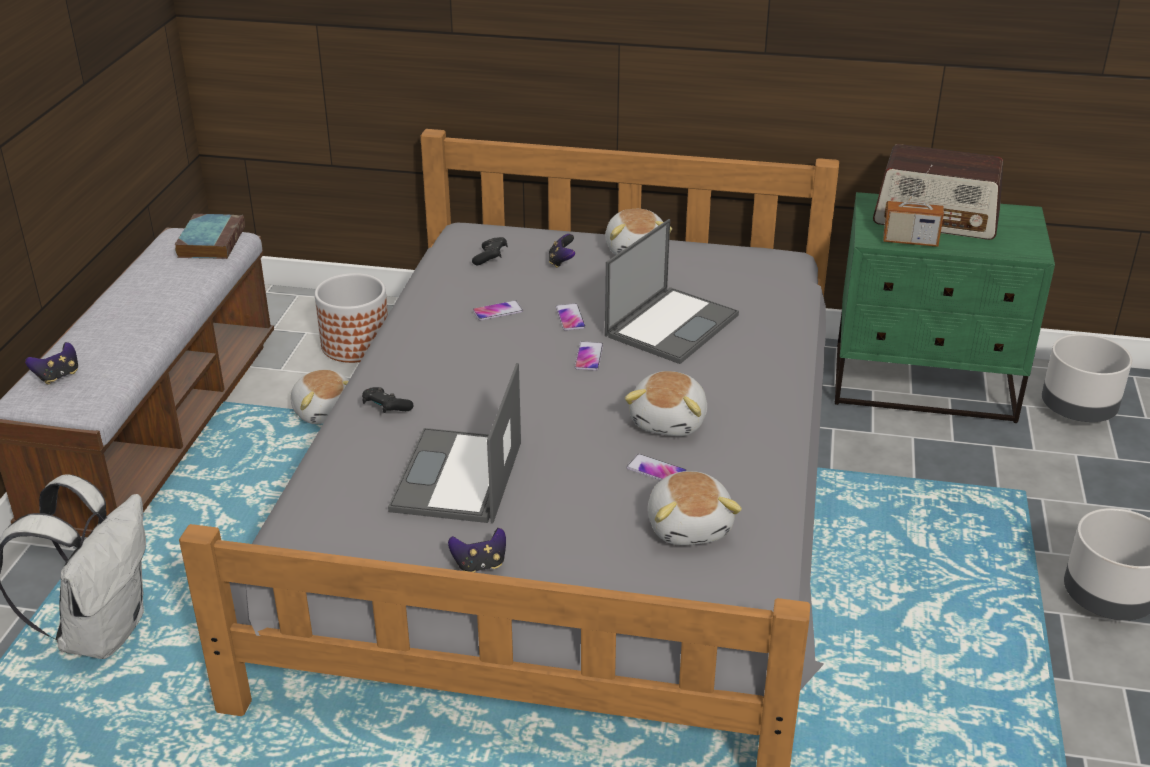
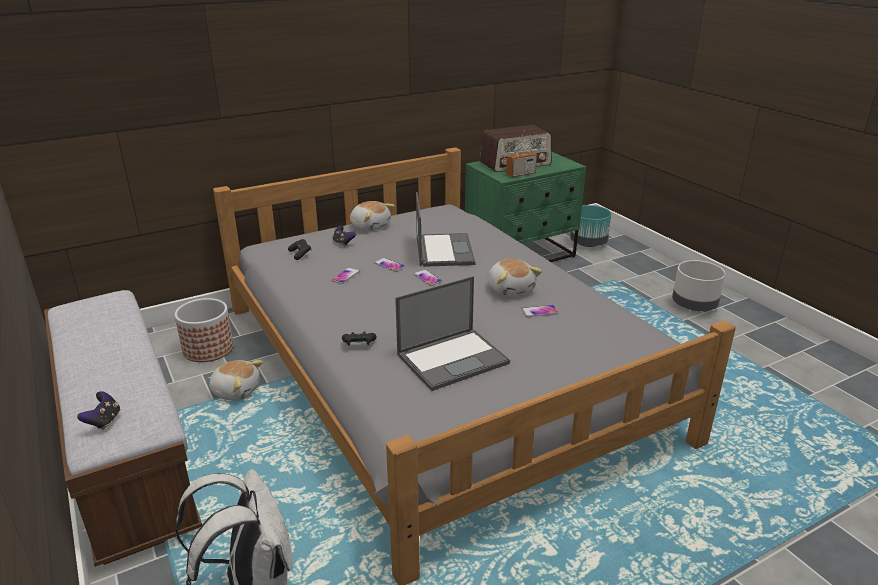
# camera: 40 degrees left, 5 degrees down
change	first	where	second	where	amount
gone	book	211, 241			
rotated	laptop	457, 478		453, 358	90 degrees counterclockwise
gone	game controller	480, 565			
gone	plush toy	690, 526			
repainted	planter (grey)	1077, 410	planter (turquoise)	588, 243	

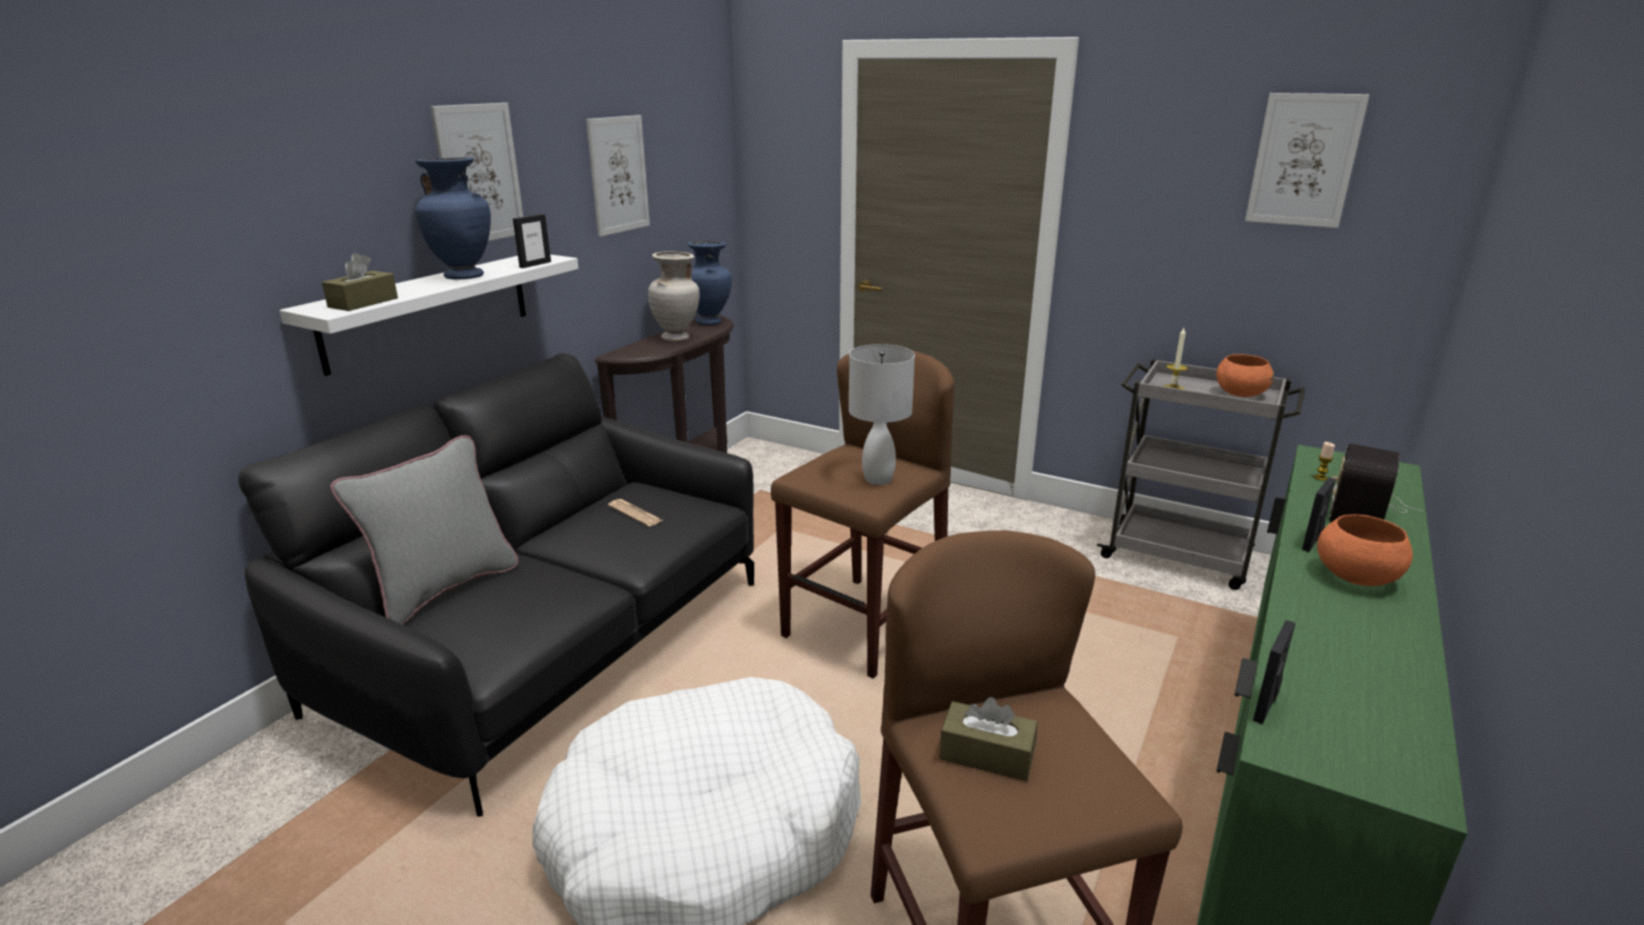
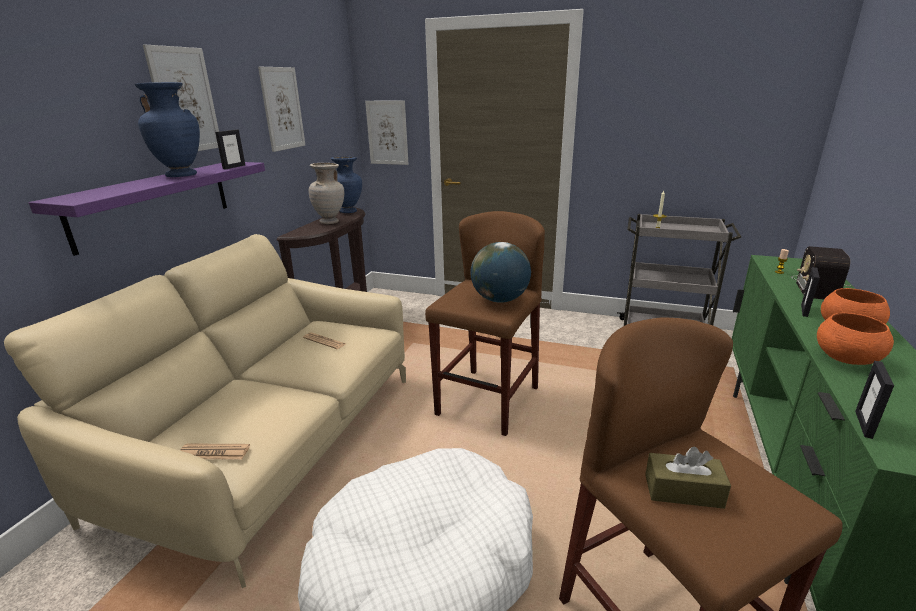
# camera: 10 degrees left, 0 degrees up
change	first	where	second	where	amount
repainted	sofa (black)	551, 645	sofa (beige)	271, 442	
repainted	shelf (white)	428, 310	shelf (purple)	154, 203	
gone	tissue box (brown)	363, 302			
gone	pillow (grey)	444, 588			
swapped	table lamp (white)	879, 479	globe	500, 300	
shifted	bowl (orange)	1240, 394		846, 359	
shifted	picture	1304, 160		387, 133	
new			newspaper	214, 452	

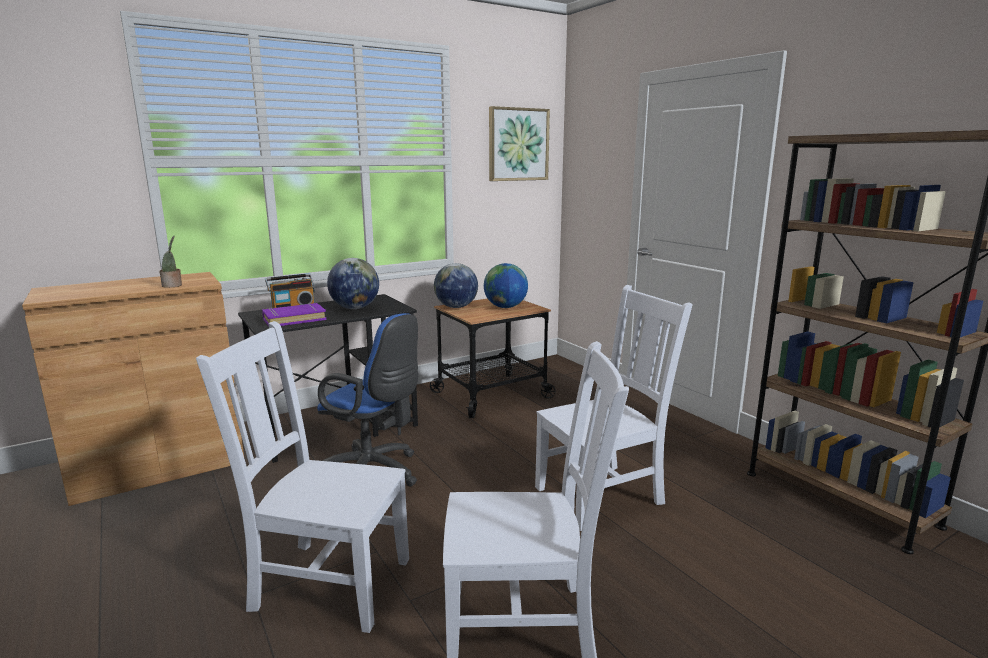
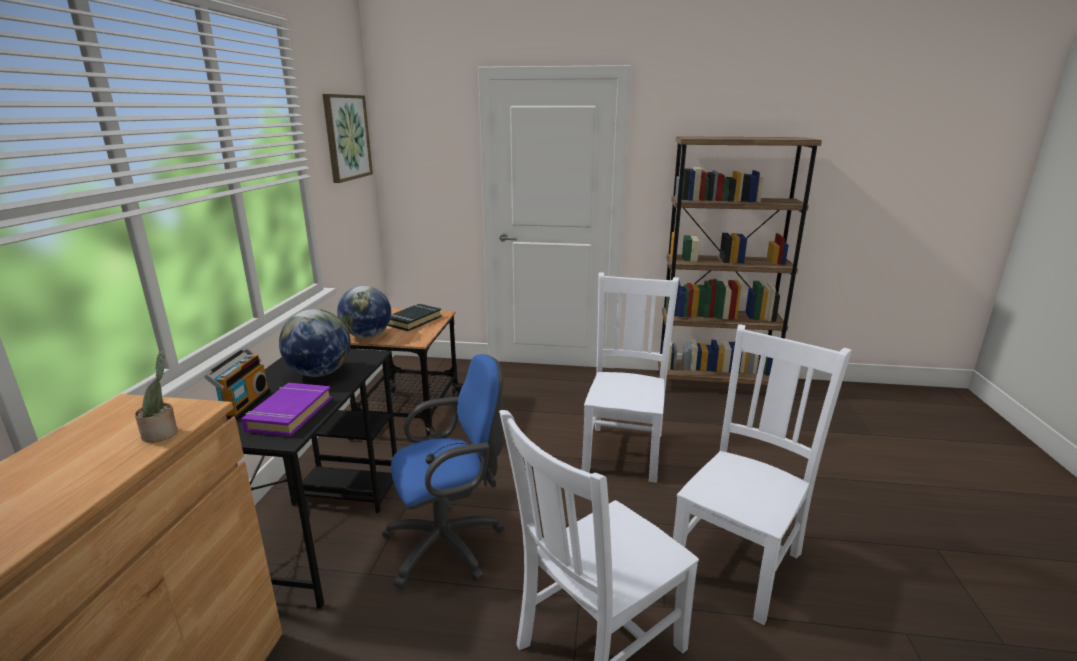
# camera: 50 degrees left, 5 degrees up
change	first	where	second	where	amount
swapped	globe	505, 307	book (black)	413, 321	

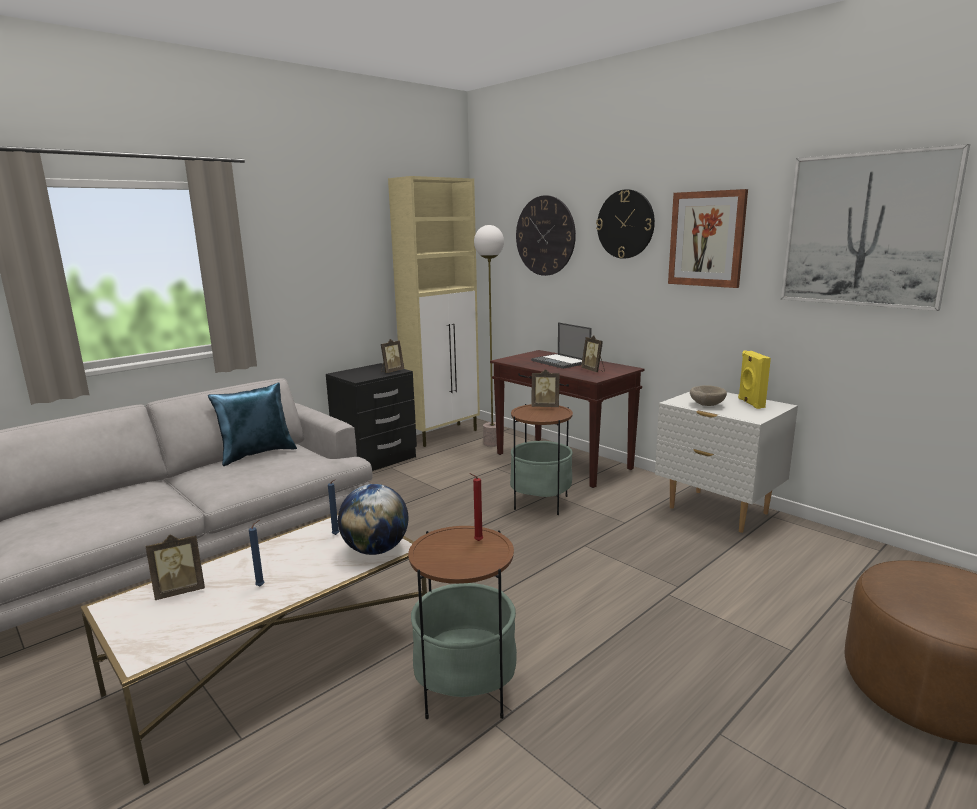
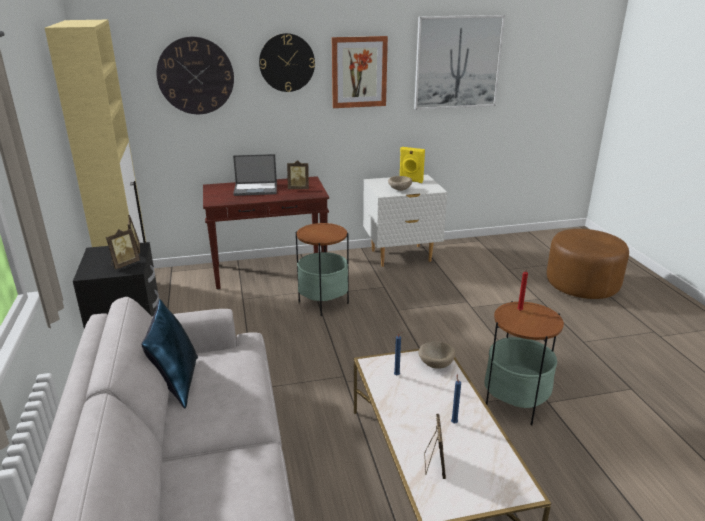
# camera: 60 degrees left, 10 degrees up
change	first	where	second	where	amount
swapped	globe	375, 550	bowl (beige)	436, 363	
gone	floor lamp	493, 443			
shifted	picture frame	545, 406		124, 264	

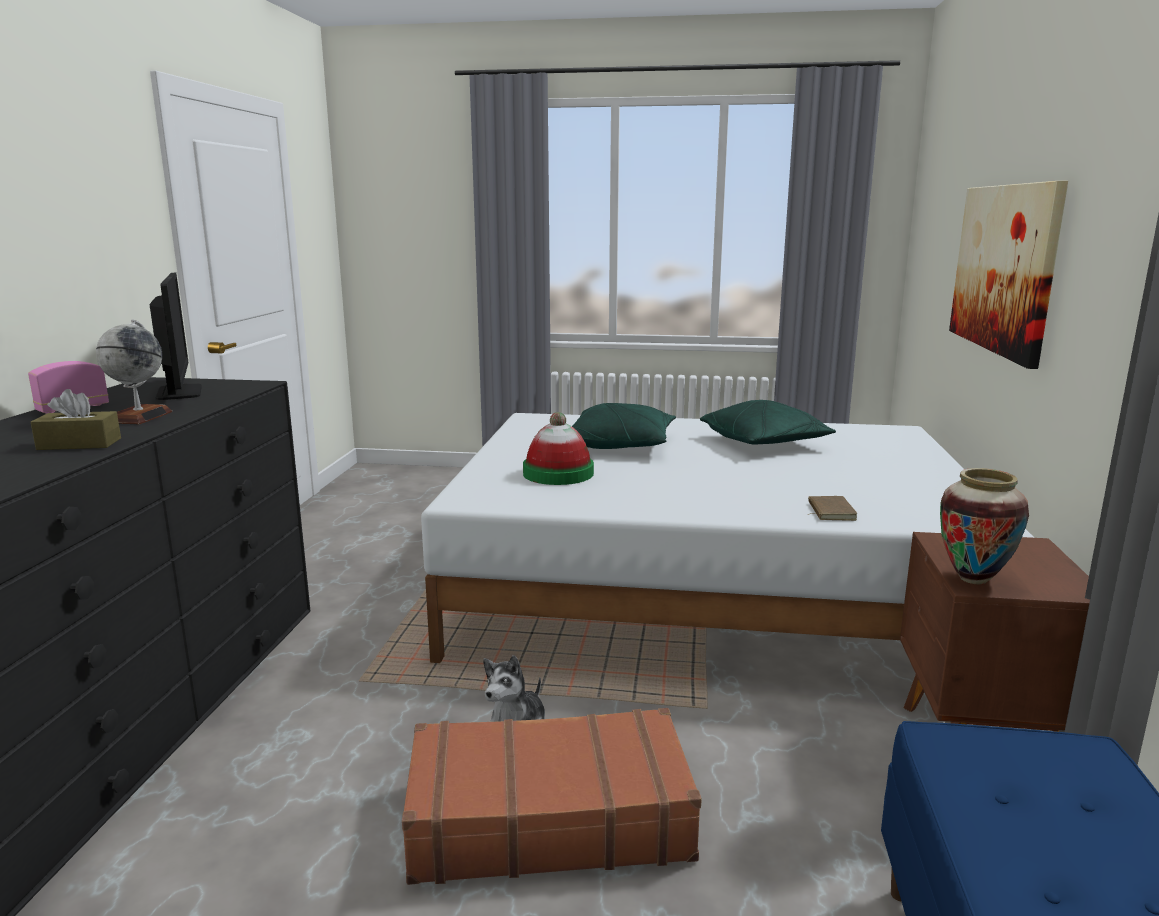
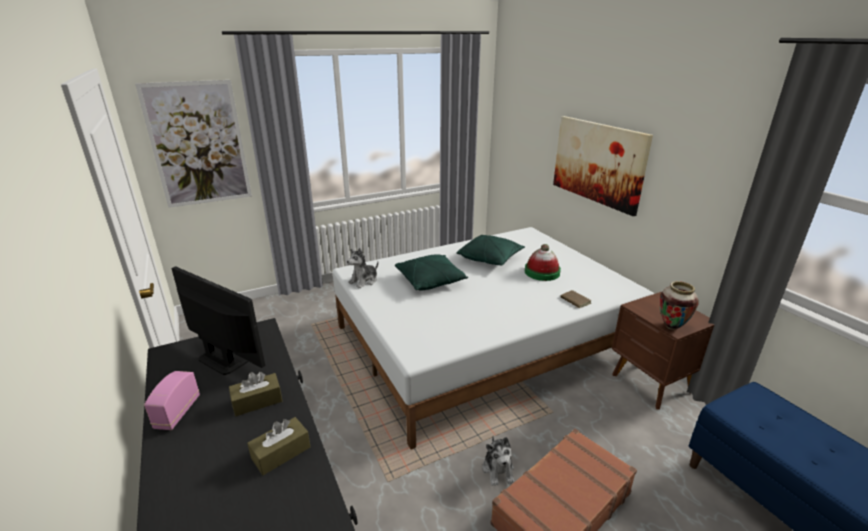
# camera: 35 degrees left, 10 degrees up
change	first	where	second	where	amount
swapped	globe	139, 417	tissue box (brown)	257, 401	
shifted	hat	558, 473		542, 272	
new			picture	198, 144	
new			plush toy	364, 281	

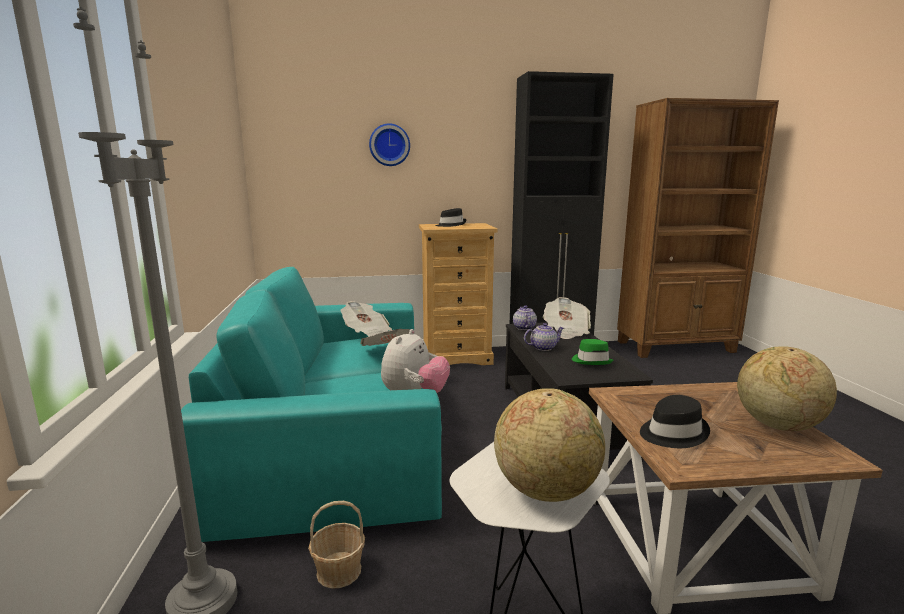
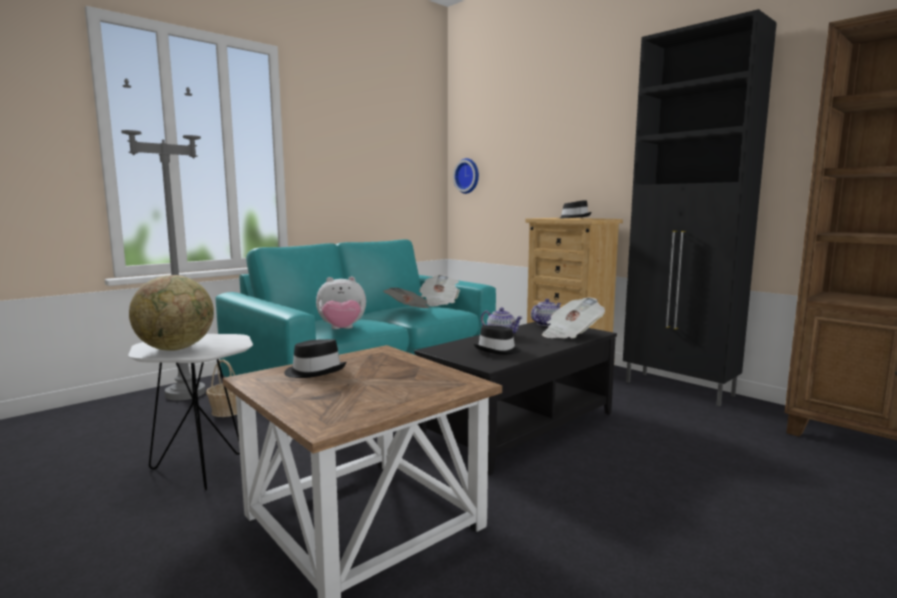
# camera: 55 degrees right, 5 degrees down
change	first	where	second	where	amount
shifted	wall clock	389, 145		468, 176	
repainted	hat (green)	591, 361	hat (black)	498, 350	
gone	globe	777, 425			

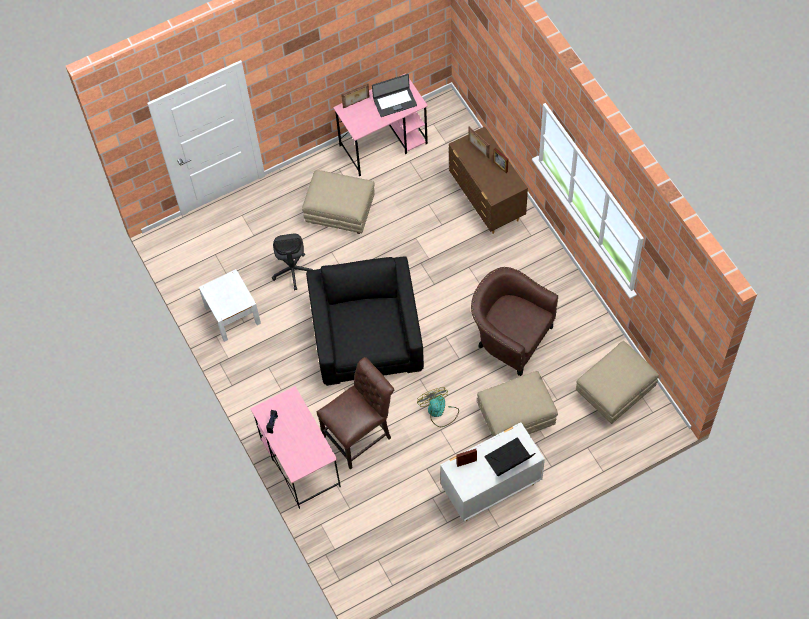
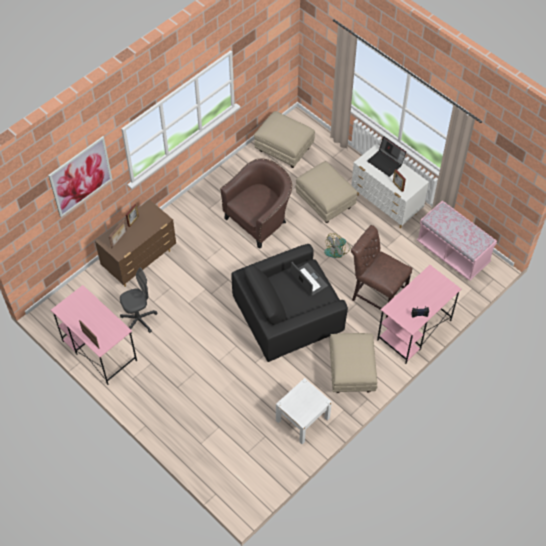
# camera: 110 degrees left, 5 degrees down
change	first	where	second	where	amount
shifted	office chair (grey)	293, 271		139, 320	
shifted	ottoman (beige)	339, 213		352, 373	
shifted	laptop	394, 102		308, 280	
rotated	armchair (brown)	510, 337		259, 220	150 degrees counterclockwise
new			picture	81, 176	
new			bench (pink)	452, 253	

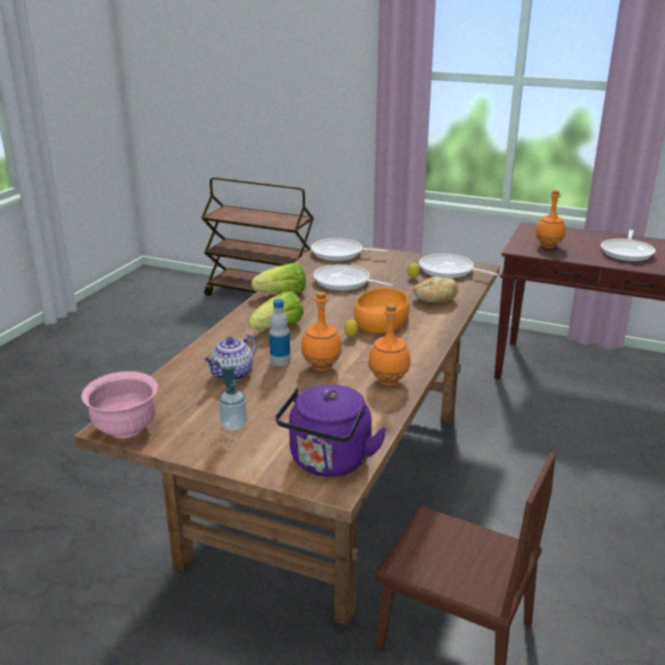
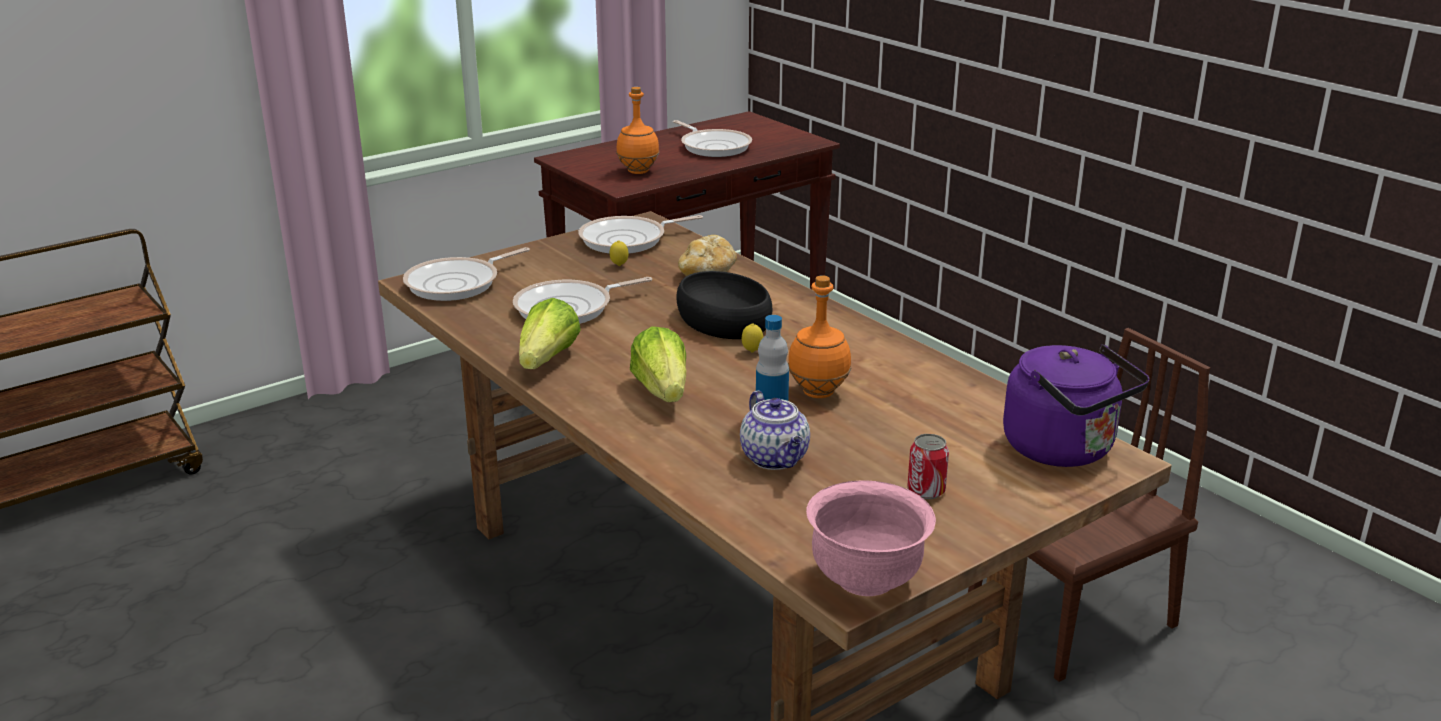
# camera: 60 degrees left, 0 degrees up
change	first	where	second	where	amount
swapped	soap dispenser	234, 425	can	926, 490	
repainted	bowl (orange)	380, 319	bowl (black)	722, 320	
gone	bottle (orange)	389, 381			

